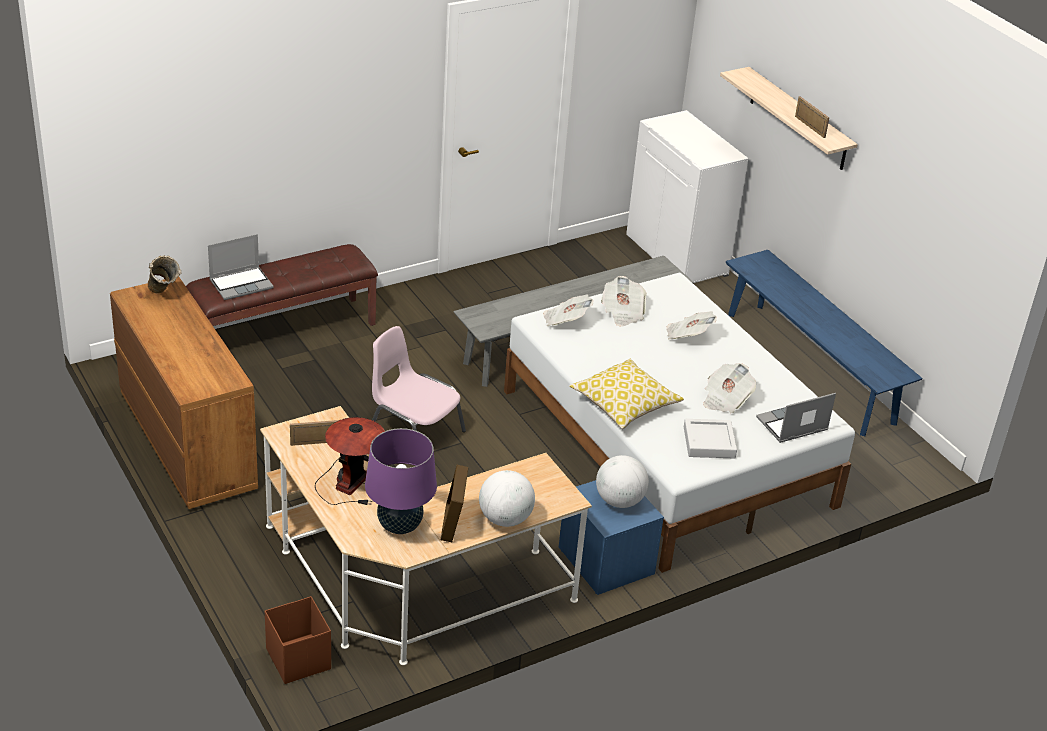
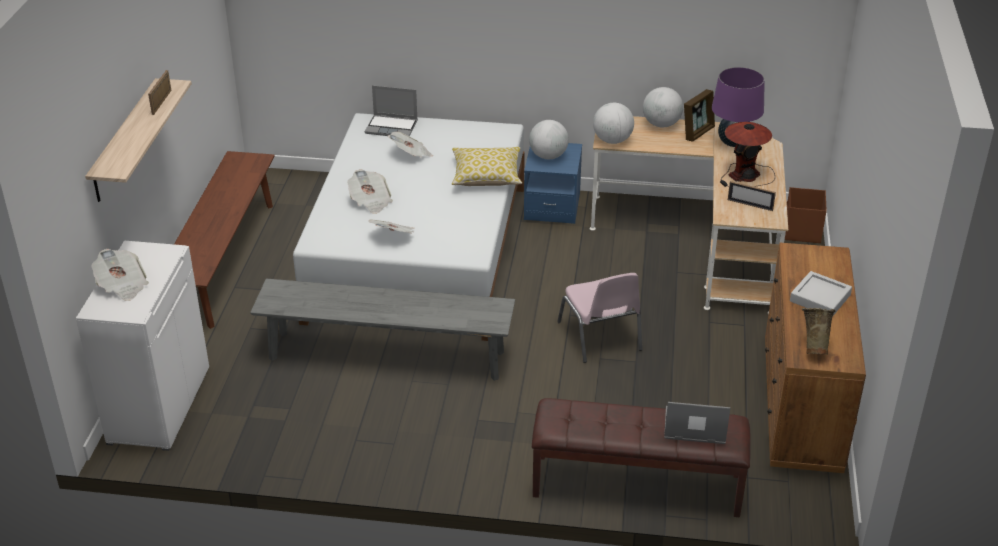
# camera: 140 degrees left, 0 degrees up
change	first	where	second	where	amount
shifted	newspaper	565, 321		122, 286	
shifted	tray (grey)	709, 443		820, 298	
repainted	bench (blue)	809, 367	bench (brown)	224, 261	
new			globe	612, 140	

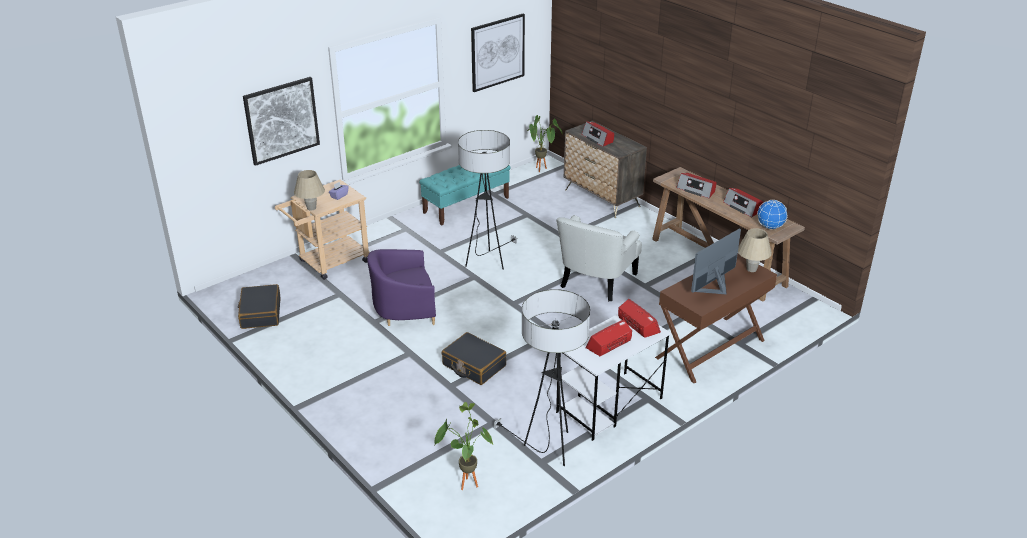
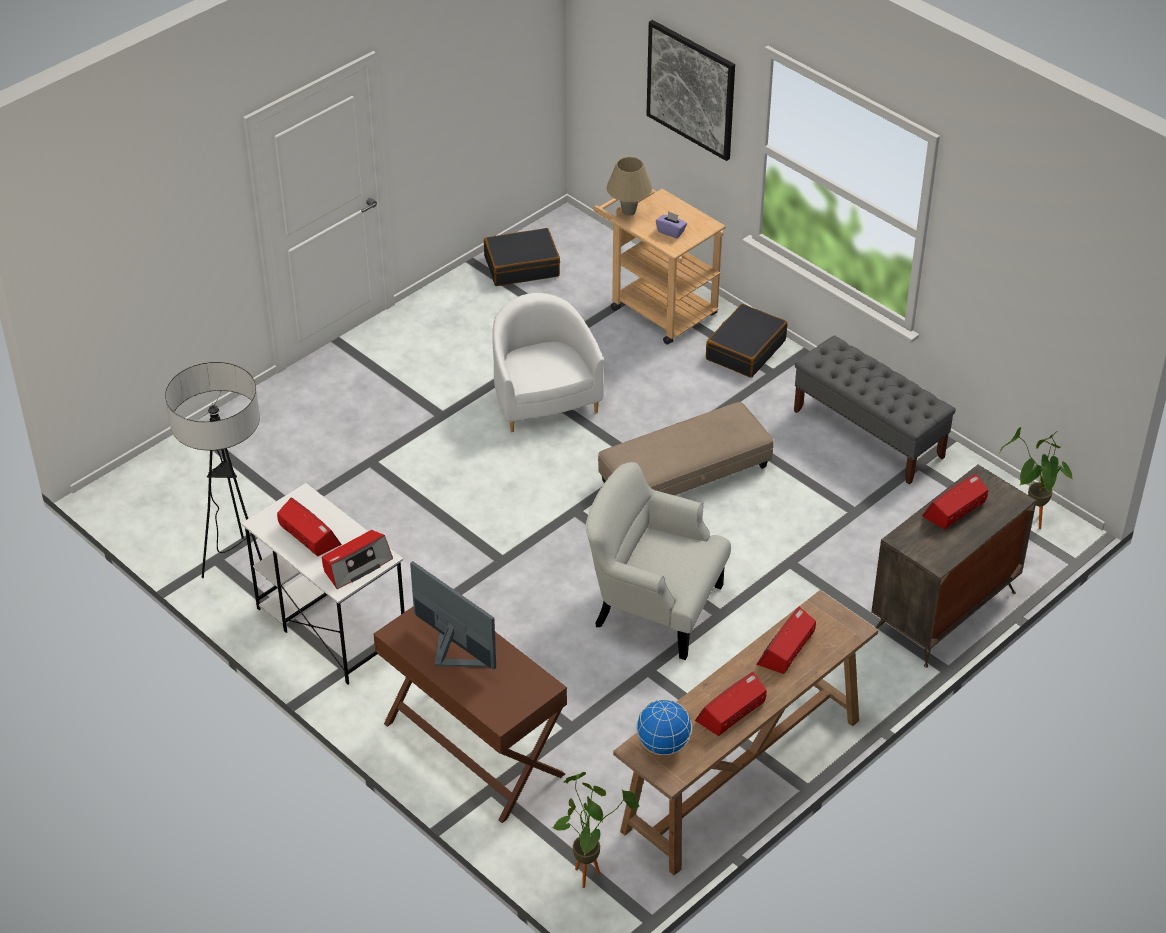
# camera: 85 degrees right, 10 degrees up
change	first	where	second	where	amount
repainted	armchair (purple)	405, 310	armchair (white)	543, 398	
repainted	bench (turquoise)	466, 205	bench (grey)	869, 434	
shifted	potted plant	464, 483		589, 871	
shifted	suitcase (black)	474, 365		745, 350	
swapped	floor lamp	487, 263	ottoman (beige)	685, 474	
gone	picture	497, 52			
gone	table lamp (beige)	751, 269			

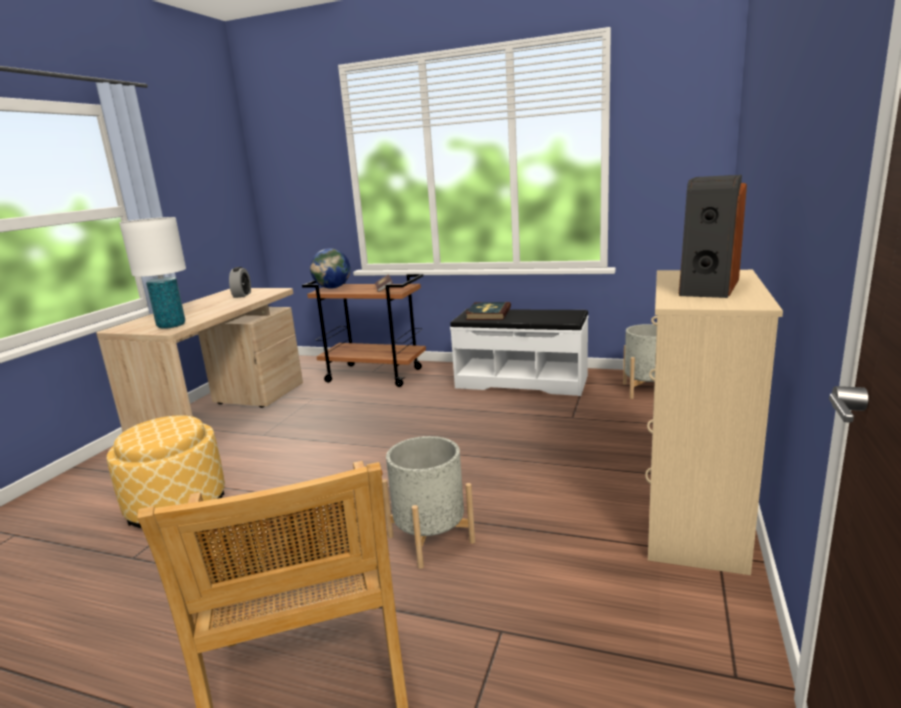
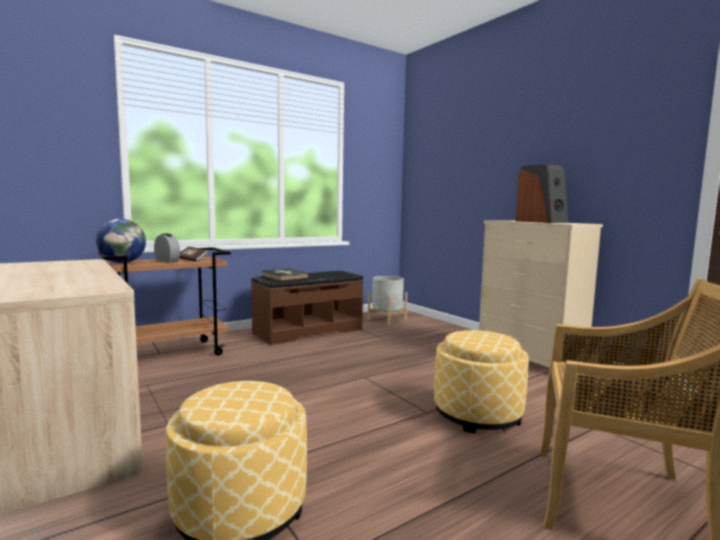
# camera: 55 degrees left, 10 degrees down
change	first	where	second	where	amount
gone	table lamp (white)	171, 326			
shifted	alarm clock	242, 295		167, 261	
swapped	planter (grey)	431, 539	ottoman	477, 414	
repainted	bench (white)	521, 381	bench (brown)	308, 331	

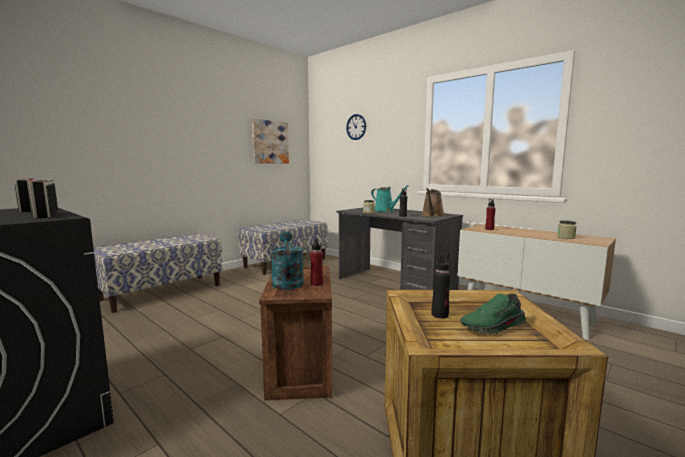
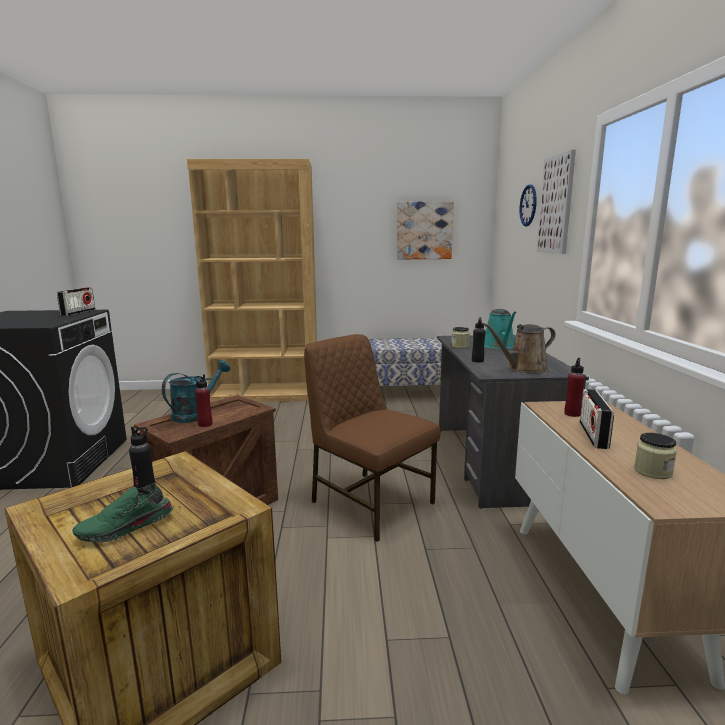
# camera: 45 degrees right, 5 degrees up
change	first	where	second	where	amount
shifted	radio	46, 214		593, 435	
swapped	bench	162, 292	bookcase (brown)	266, 395	
rotated	shoe (green)	494, 326		126, 528	60 degrees counterclockwise
new			chair (brown)	370, 502	
new			picture	556, 205	

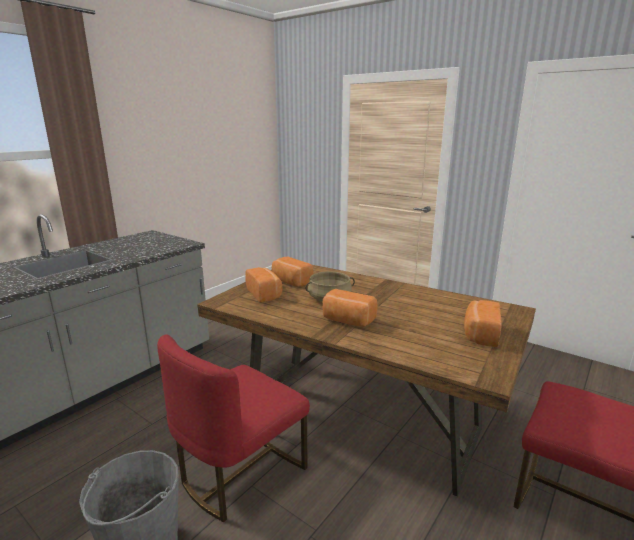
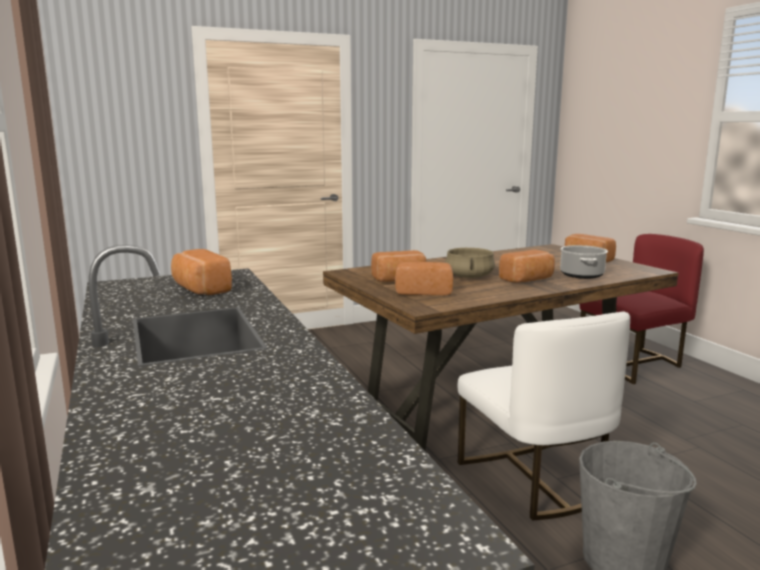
# camera: 60 degrees left, 5 degrees down
change	first	where	second	where	amount
repainted	chair (red)	240, 472	chair (white)	533, 481	
new			bread	200, 289	
new			cooking pot	581, 275	

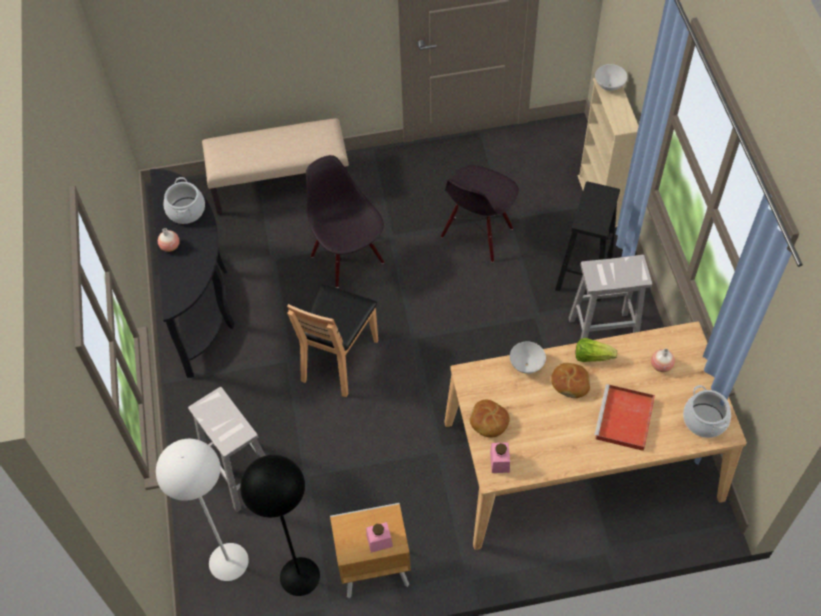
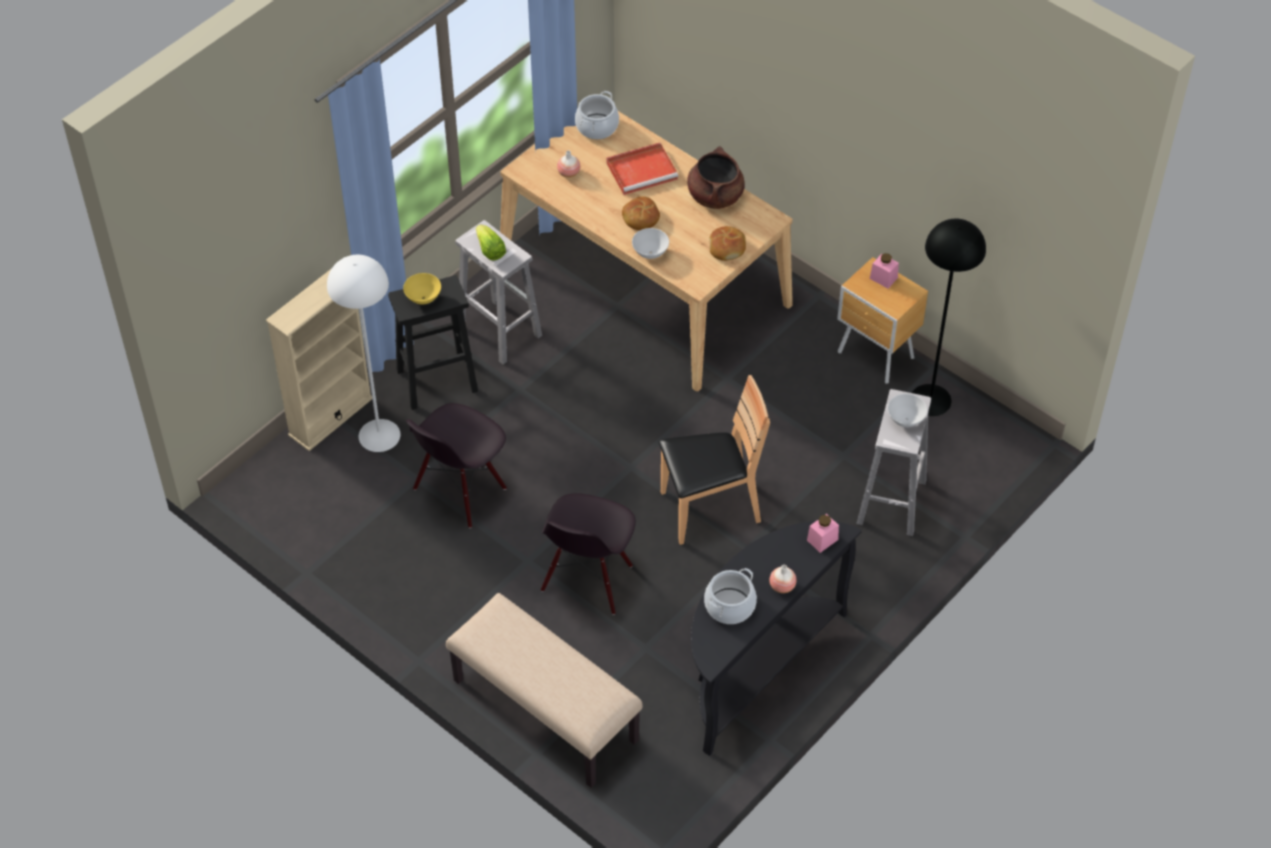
# camera: 130 degrees left, 5 degrees down
change	first	where	second	where	amount
shifted	floor lamp (white)	228, 561		379, 435	
rotated	chair (black)	477, 234		460, 490	135 degrees clockwise
shifted	jar (pink)	499, 462		822, 540	
shifted	lettuce	592, 356		490, 250	
shifted	bowl (white)	609, 86		906, 420	
new			bowl (yellow)	423, 298	
new			cooking pot (brown)	715, 196	

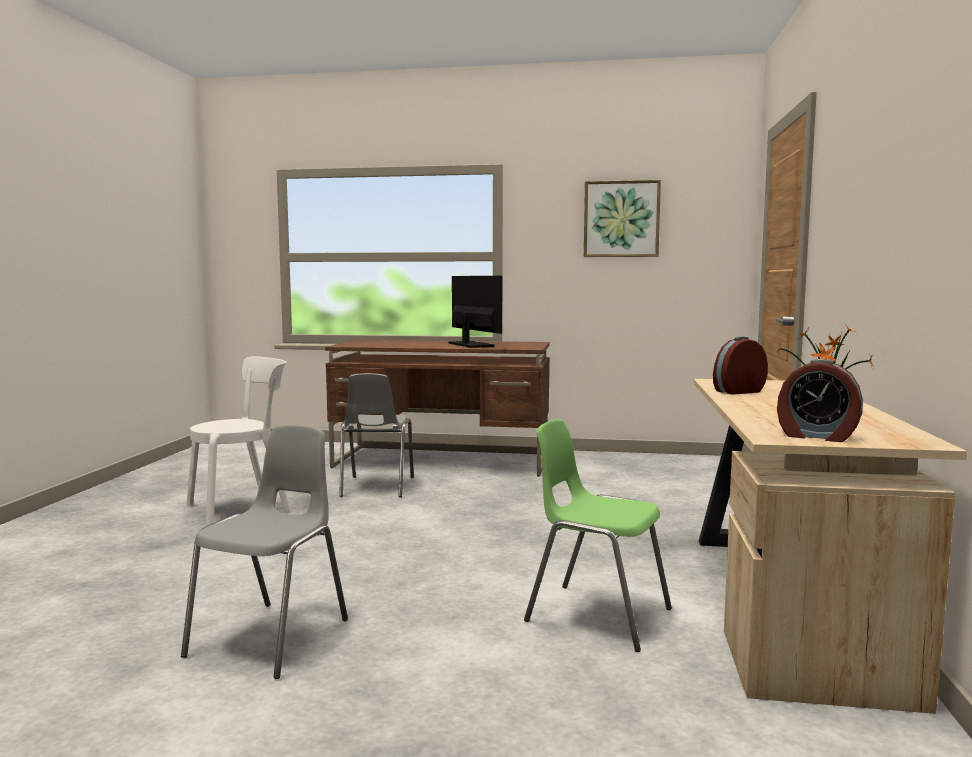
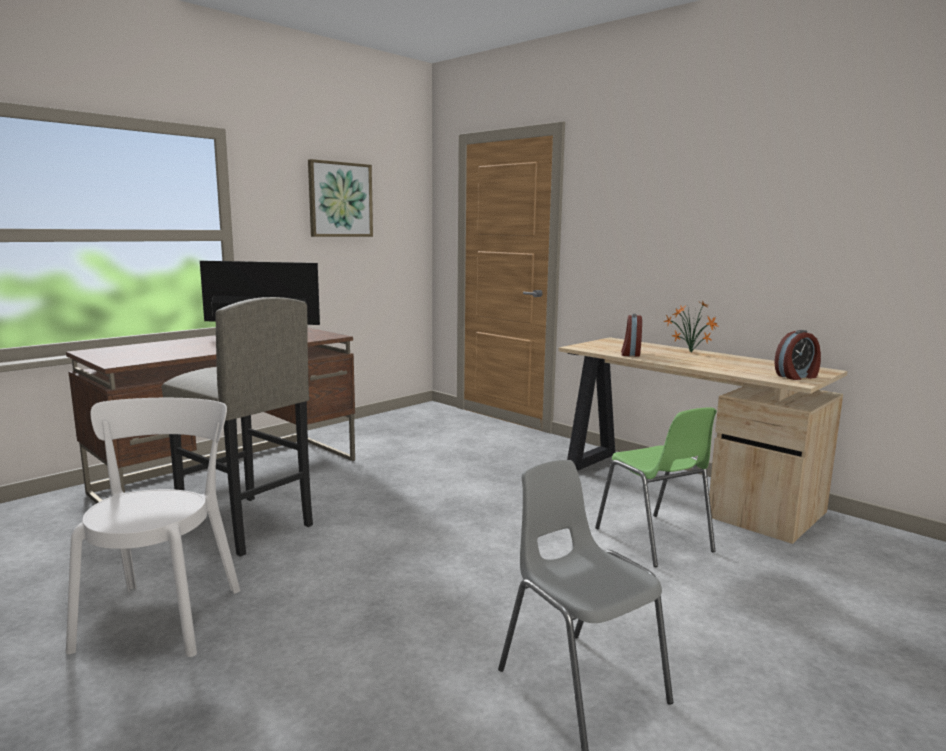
# camera: 55 degrees left, 5 degrees up
change	first	where	second	where	amount
swapped	chair (grey)	376, 487	stool (grey)	245, 525	
rotated	chair (green)	597, 615		654, 540	90 degrees counterclockwise

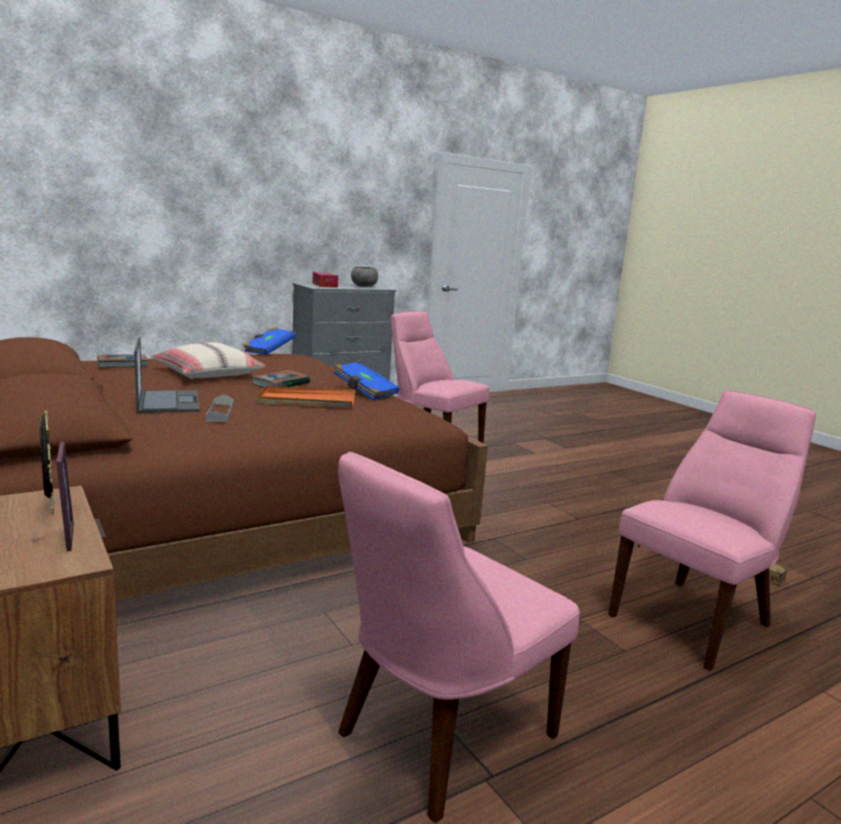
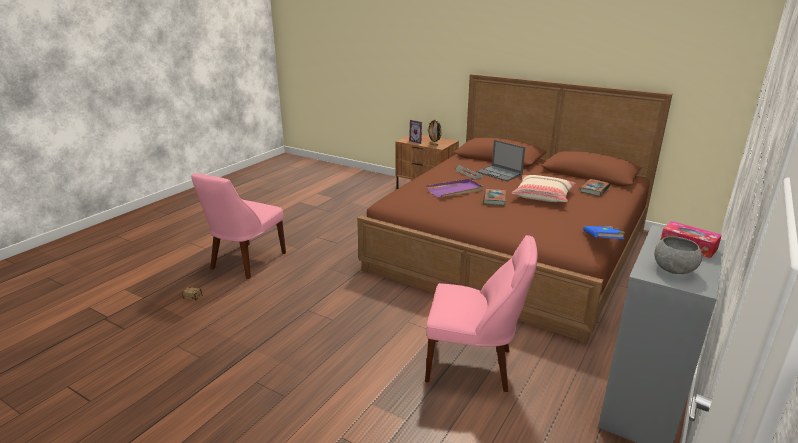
# camera: 155 degrees right, 10 degrees up
change	first	where	second	where	amount
repainted	tray (orange)	307, 401	tray (purple)	455, 190	
gone	book (blue)	365, 392			
gone	chair (pink)	439, 738			

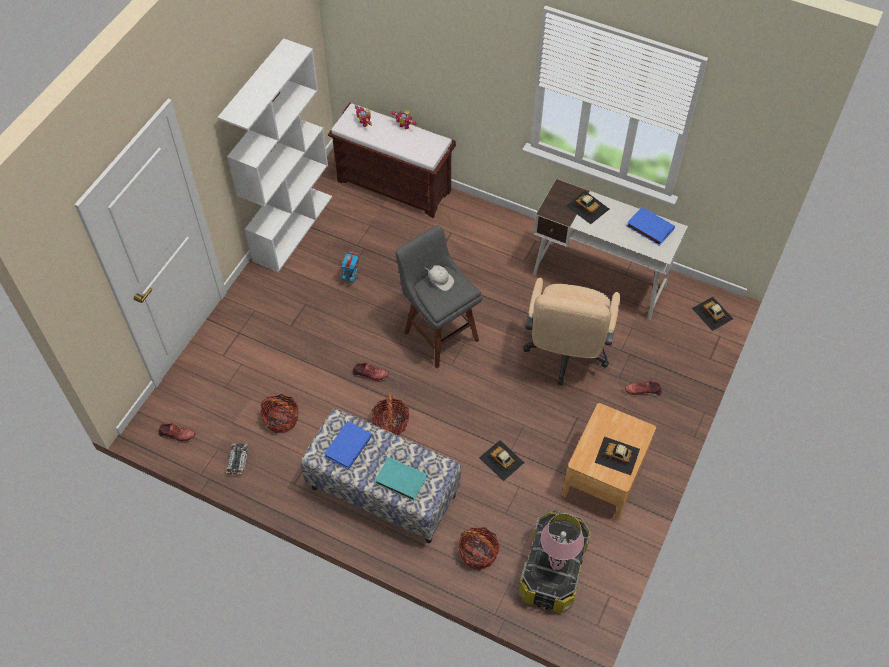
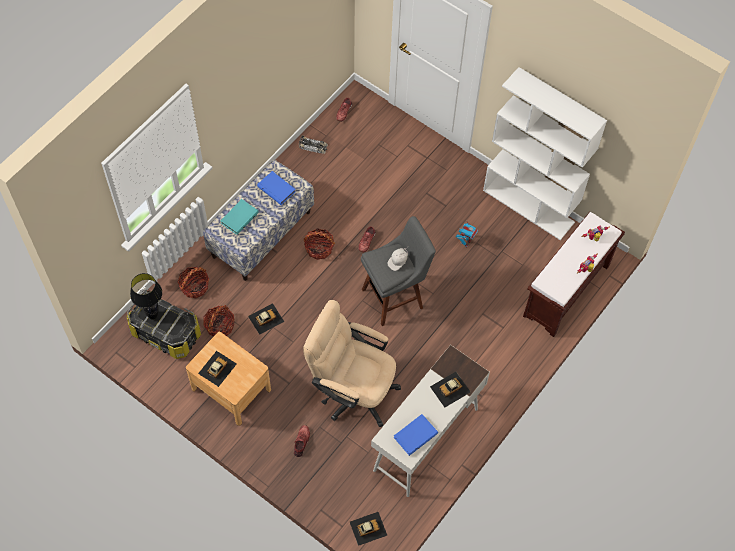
# camera: 100 degrees right, 5 degrees up
change	first	where	second	where	amount
shifted	basket	281, 419		220, 326	
repainted	table lamp (pink)	556, 565	table lamp (black)	153, 316	

